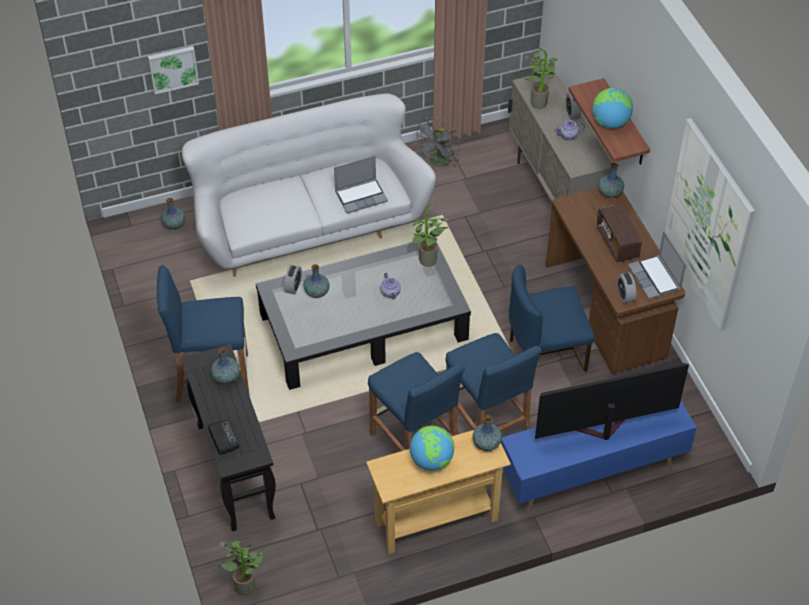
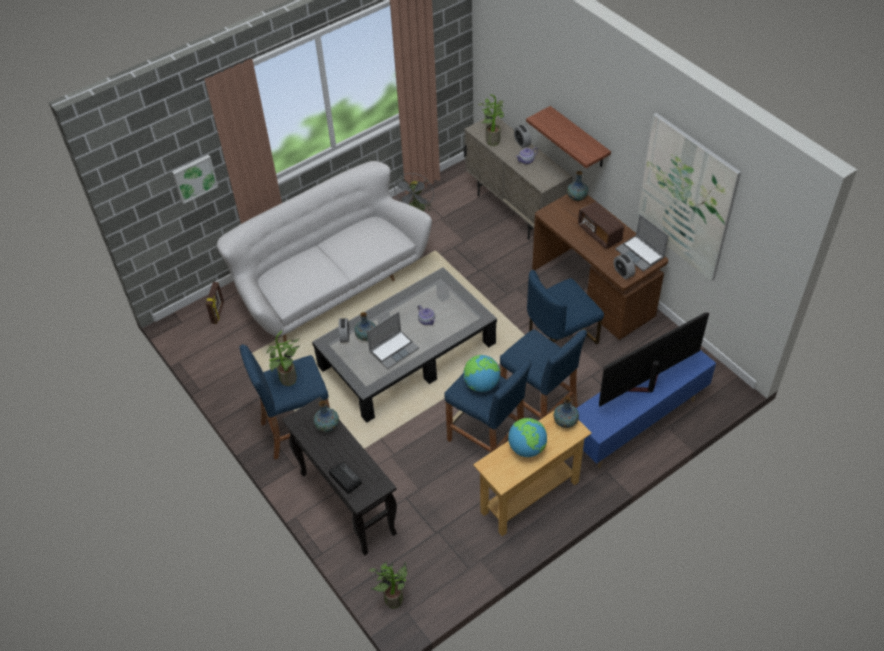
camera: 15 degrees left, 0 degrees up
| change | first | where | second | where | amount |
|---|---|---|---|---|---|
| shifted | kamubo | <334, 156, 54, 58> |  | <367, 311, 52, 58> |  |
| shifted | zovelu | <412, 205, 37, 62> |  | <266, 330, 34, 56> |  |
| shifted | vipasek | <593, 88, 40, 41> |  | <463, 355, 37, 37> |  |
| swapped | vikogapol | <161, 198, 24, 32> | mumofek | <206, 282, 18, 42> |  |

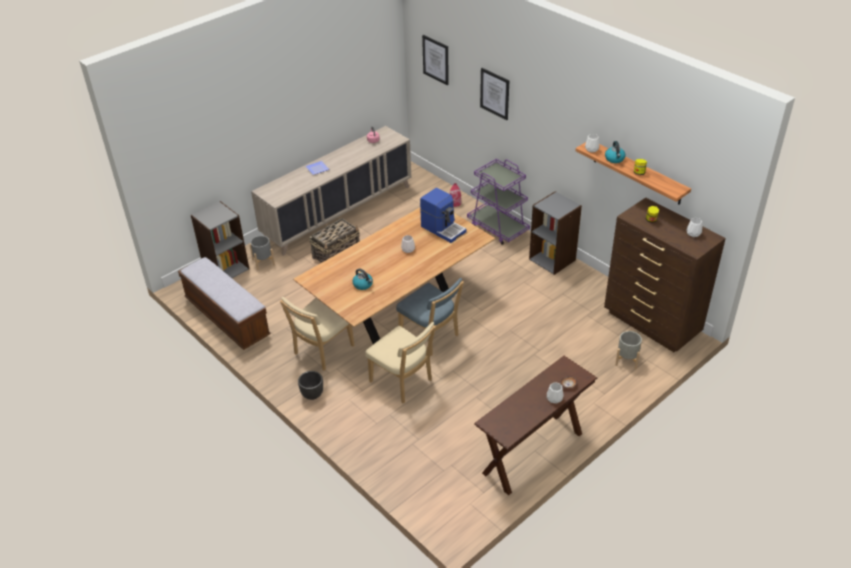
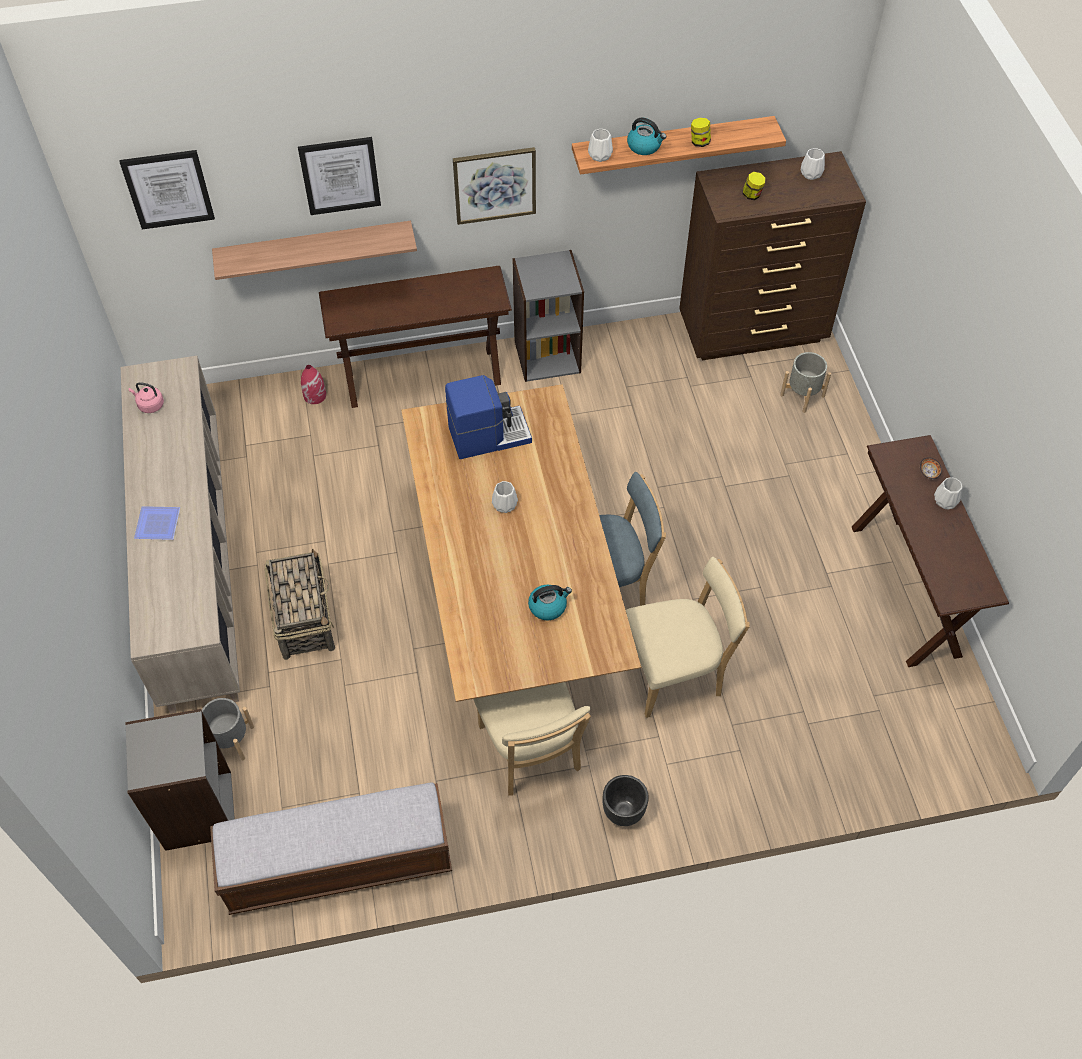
camera: 60 degrees left, 15 degrees up
| change | first | where | second | where | amount |
|---|---|---|---|---|---|
| new |  |  | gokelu | <212, 221, 205, 59> |  |
| new |  |  | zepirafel | <453, 147, 83, 78> |  |
| swapped | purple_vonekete | <467, 159, 63, 86> | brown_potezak | <319, 266, 193, 142> |  |

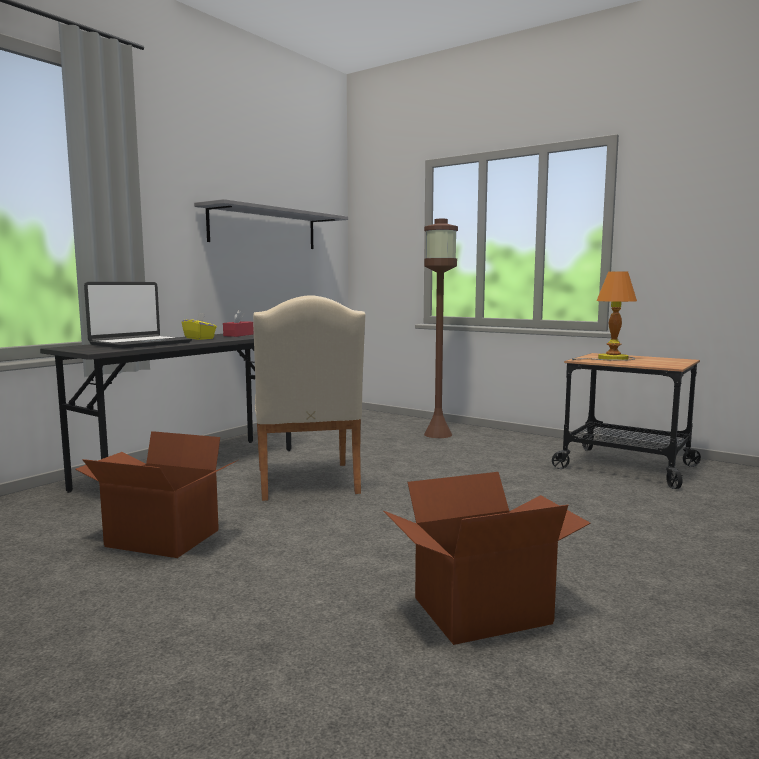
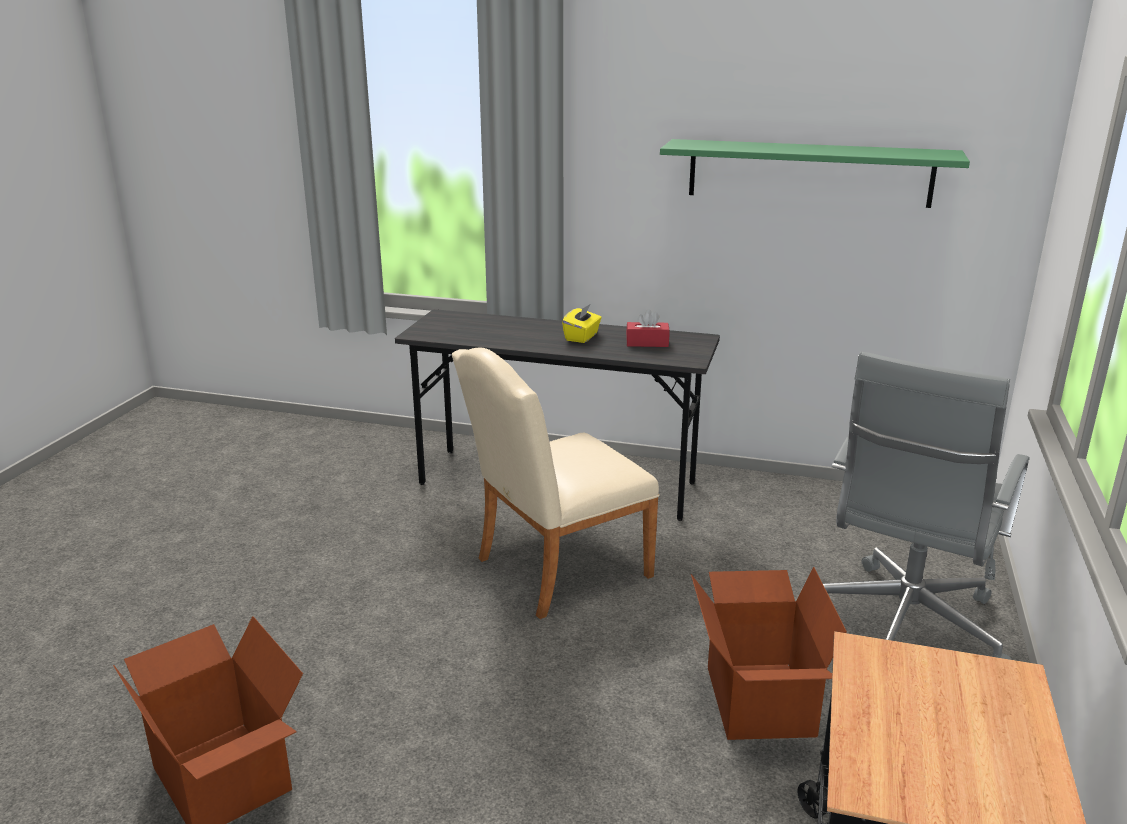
camera: 70 degrees right, 15 degrees up
| change | first | where | second | where | amount |
|---|---|---|---|---|---|
| gone | kamubo | <84, 282, 108, 67> |  |  |  |
| gone | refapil | <572, 271, 65, 90> |  |  |  |
| shifted | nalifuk | <75, 431, 163, 127> |  | <691, 567, 156, 173> |  |
| swapped | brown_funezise | <424, 219, 34, 219> | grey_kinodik | <823, 352, 207, 308> |  |
| repainted | grey_gokelu | <194, 199, 154, 50> | green_gokelu | <660, 139, 310, 69> |  |

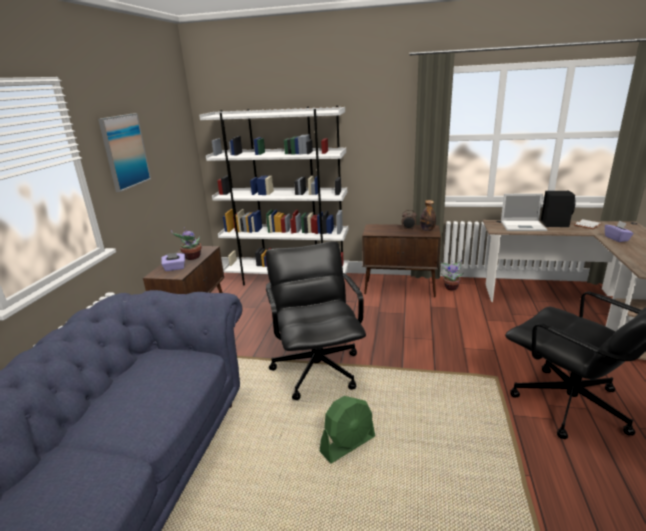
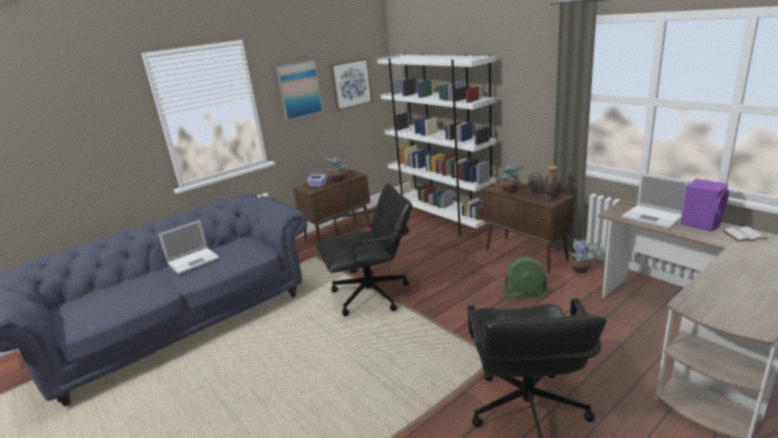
camera: 40 degrees right, 0 degrees up
| change | first | where | second | where | amount |
|---|---|---|---|---|---|
| gone | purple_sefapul | <605, 221, 29, 21> |  |  |  |
| new |  |  | kamubo | <158, 220, 62, 54> |  |
| new |  |  | zepirafel | <330, 58, 43, 53> |  |
| new |  |  | zovelu | <498, 161, 27, 32> |  |
| shifted | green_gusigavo | <320, 396, 55, 68> |  | <503, 257, 44, 41> |  |
| repainted | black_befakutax | <541, 191, 35, 36> | purple_befakutax | <680, 178, 49, 54> |  |
| rotated | black_kinodik | <266, 241, 100, 159> |  | <316, 183, 96, 133> | 45 degrees clockwise |

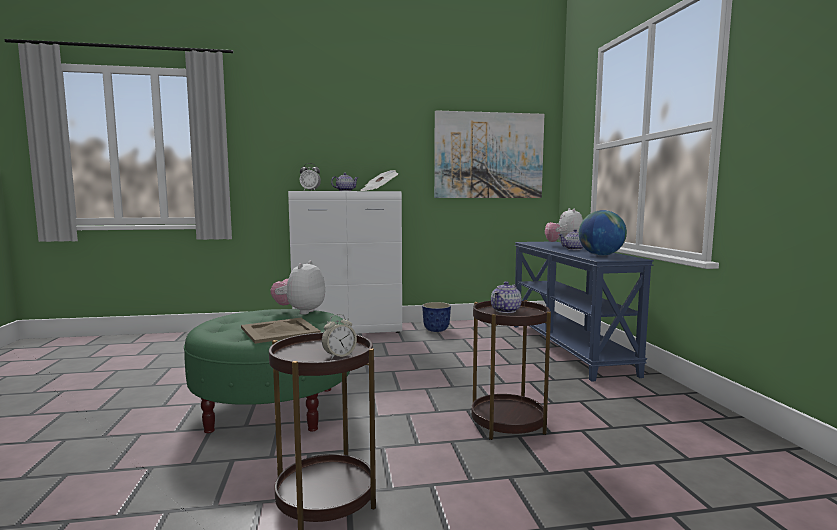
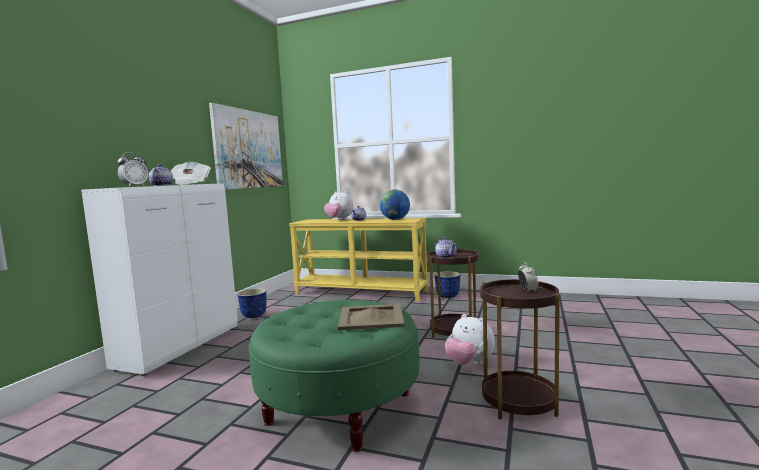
camera: 60 degrees left, 0 degrees up
| change | first | where | second | where | amount |
|---|---|---|---|---|---|
| new |  |  | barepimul | <434, 271, 26, 27> |  |
| shifted | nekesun | <271, 261, 54, 54> |  | <445, 314, 50, 51> |  |
| repainted | blue_potezak | <514, 241, 140, 141> | yellow_potezak | <289, 218, 139, 83> |  |

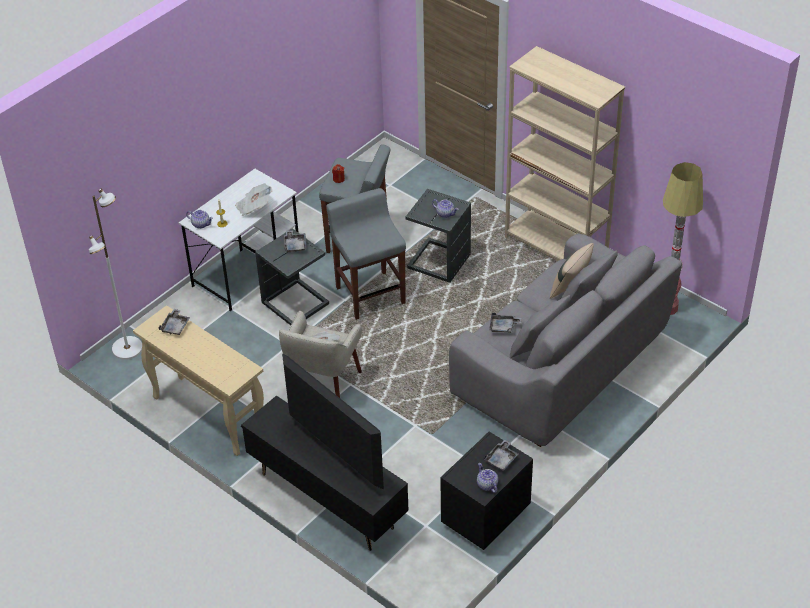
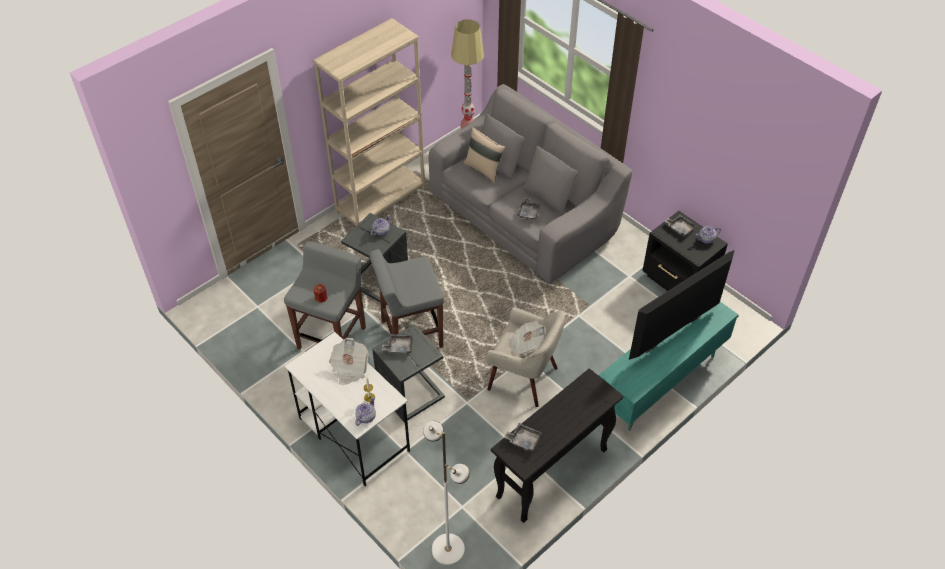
camera: 85 degrees left, 5 degrees up
| change | first | where | second | where | amount |
|---|---|---|---|---|---|
| repainted | beige_potezak | <133, 305, 131, 151> | black_potezak | <491, 368, 132, 155> |  |
| repainted | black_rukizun | <241, 396, 167, 155> | turquoise_rukizun | <599, 302, 139, 128> |  |

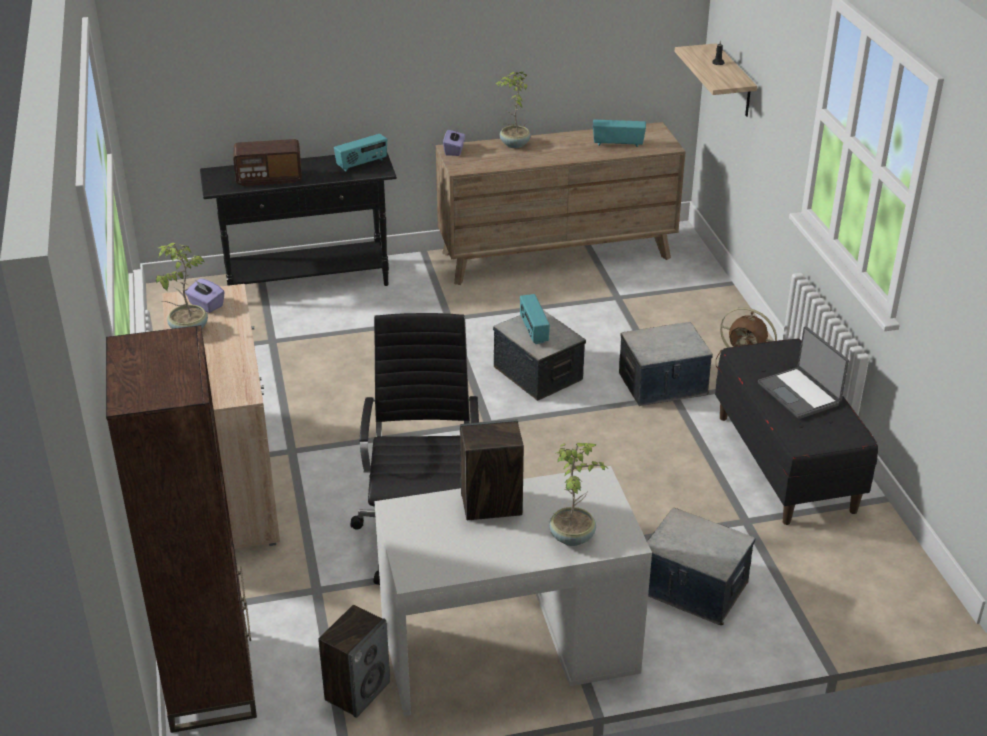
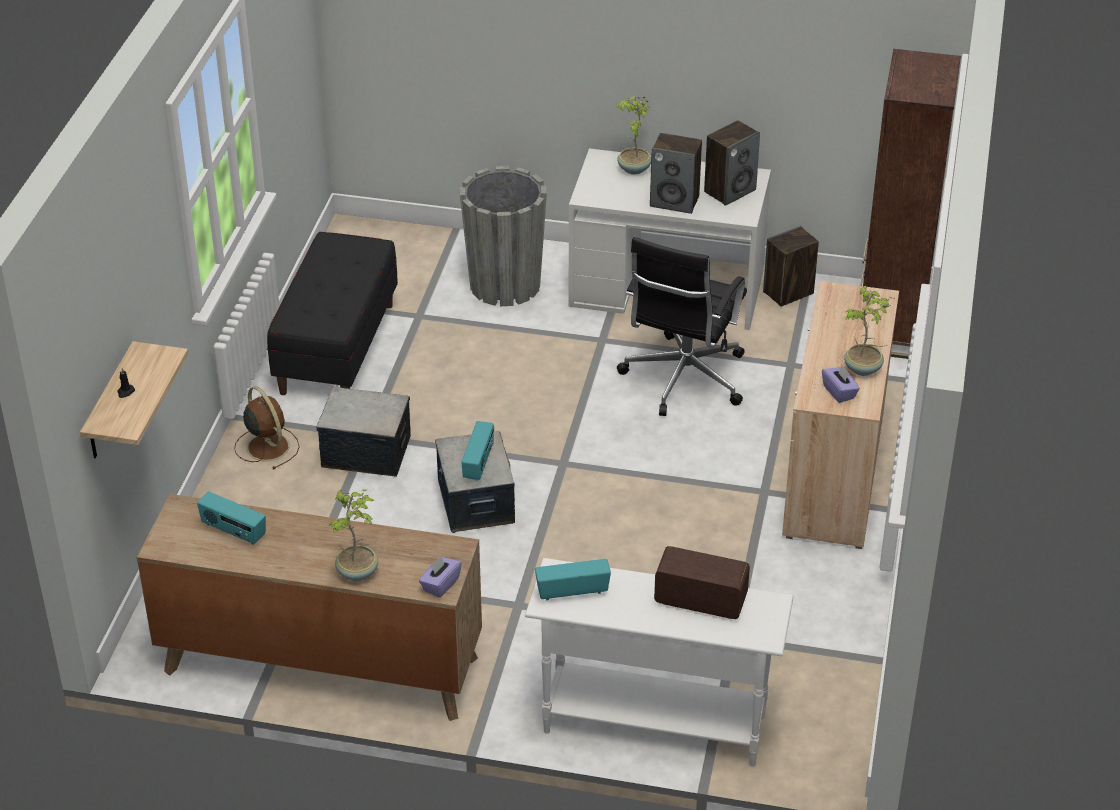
camera: 155 degrees left, 5 degrees up
| change | first | where | second | where | amount |
|---|---|---|---|---|---|
| gone | kamubo | <758, 326, 91, 93> |  |  |  |
| new |  |  | befakutax | <704, 120, 56, 86> |  |
| swapped | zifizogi | <647, 508, 109, 117> | grey_barepimul | <460, 166, 87, 140> |  |
| repainted | black_potezak | <200, 153, 197, 133> | white_potezak | <525, 558, 269, 209> |  |

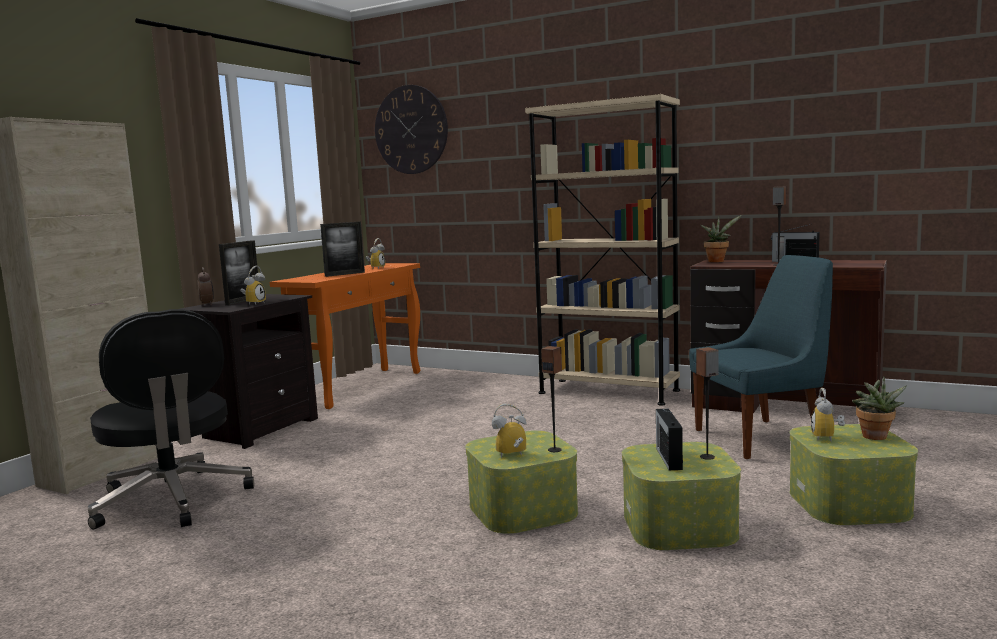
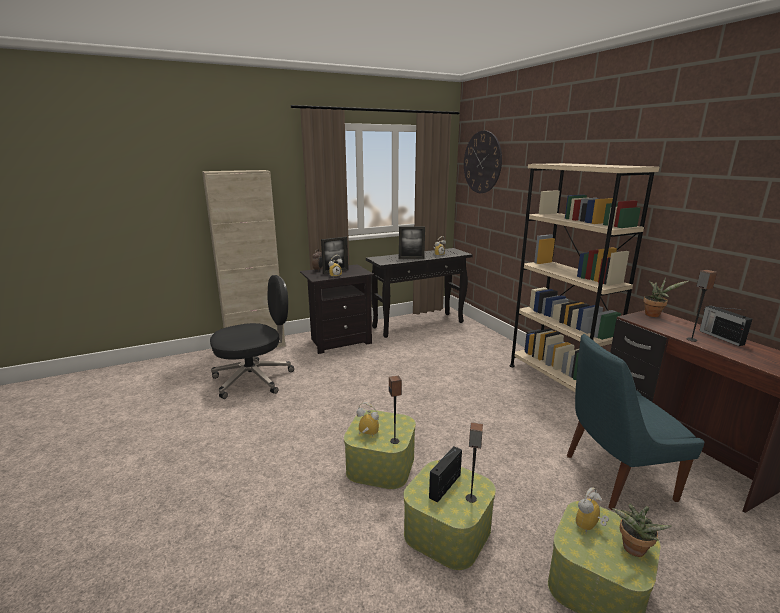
camera: 35 degrees right, 10 degrees up
| change | first | where | second | where | amount |
|---|---|---|---|---|---|
| repainted | orange_potezak | <270, 263, 150, 146> | black_potezak | <366, 248, 107, 90> |  |
| rotated | black_kinodik | <88, 309, 166, 221> |  | <210, 275, 84, 124> | 120 degrees counterclockwise |
| rotated | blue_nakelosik | <689, 255, 144, 204> |  | <567, 334, 138, 176> | 150 degrees clockwise |

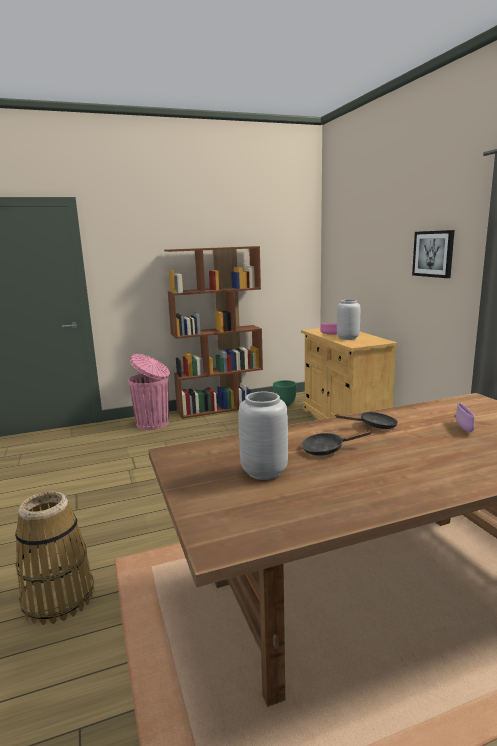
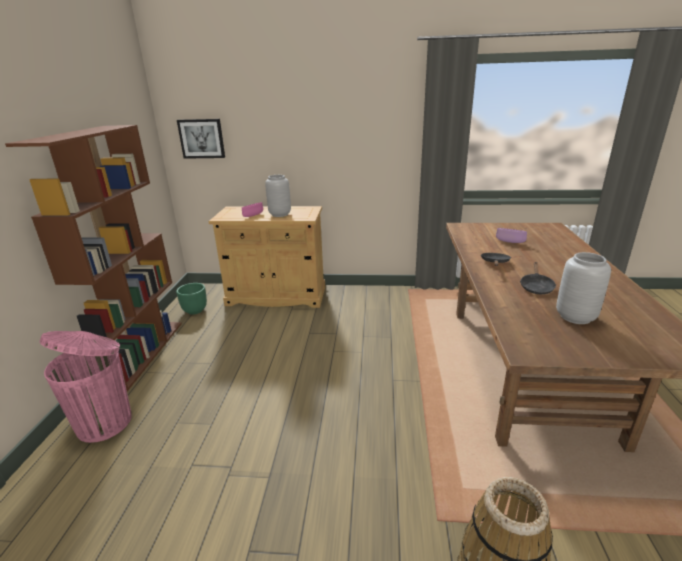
camera: 65 degrees left, 10 degrees up
| change | first | where | second | where | amount |
|---|---|---|---|---|---|
| shifted | zepirafel | <412, 230, 42, 48> |  | <177, 119, 48, 40> |  |

